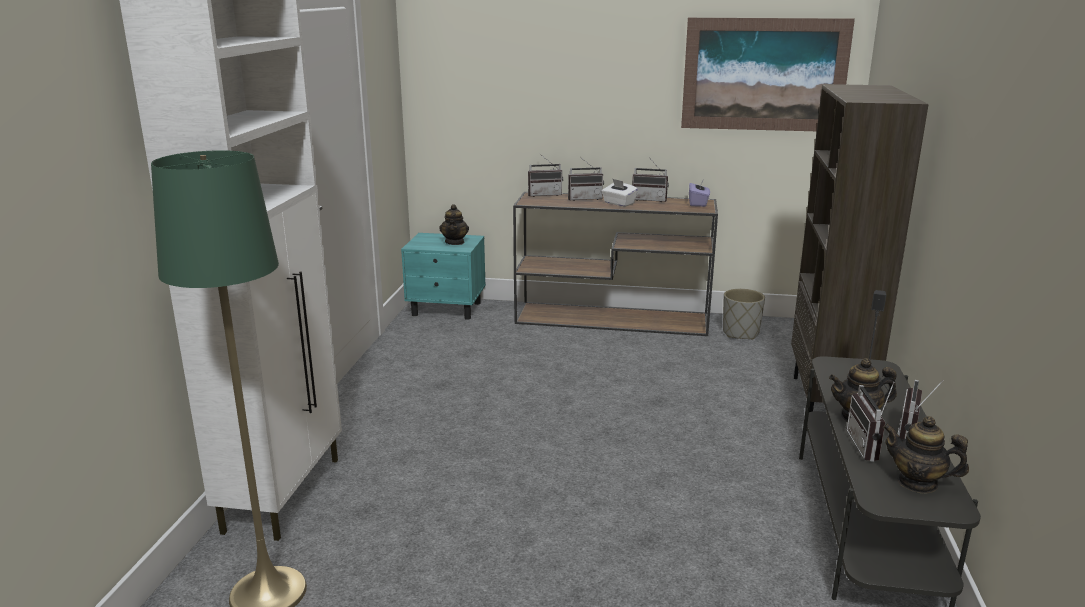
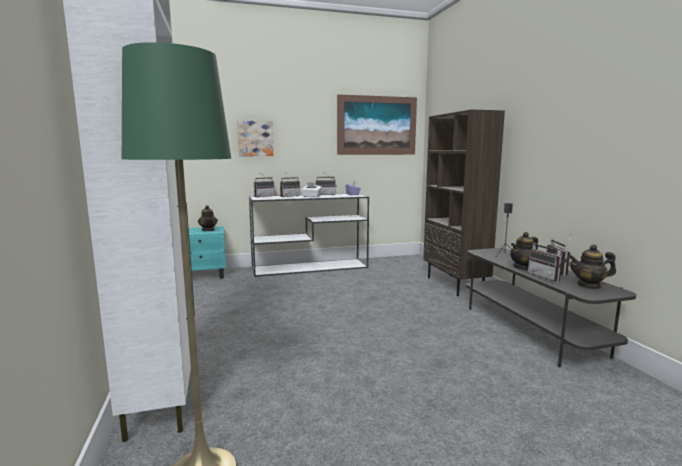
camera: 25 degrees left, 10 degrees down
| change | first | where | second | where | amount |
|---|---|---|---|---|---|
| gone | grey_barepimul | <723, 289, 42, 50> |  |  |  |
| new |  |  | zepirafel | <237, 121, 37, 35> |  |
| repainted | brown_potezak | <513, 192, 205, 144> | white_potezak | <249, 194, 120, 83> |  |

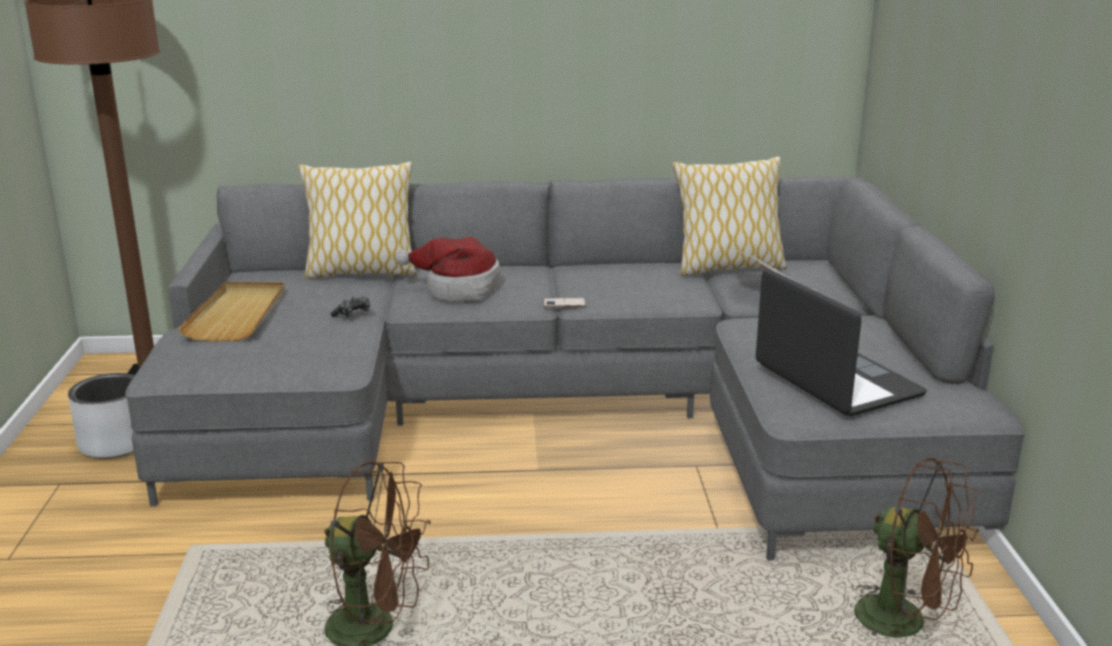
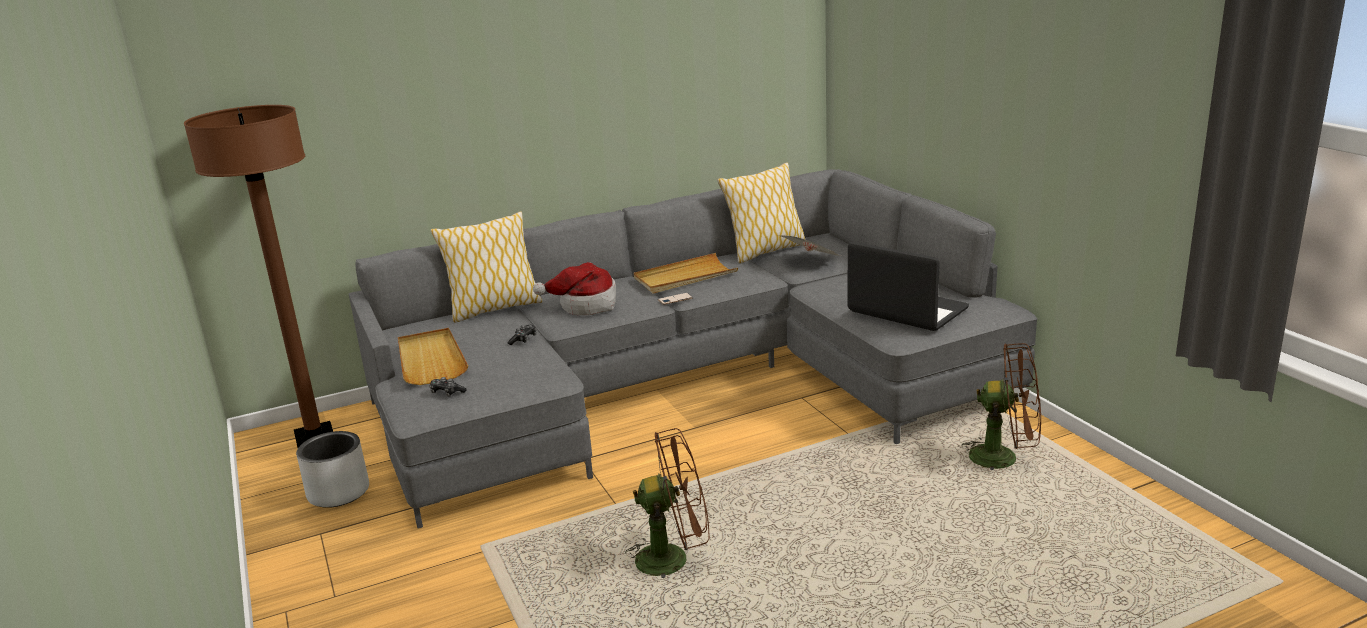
camera: 20 degrees left, 0 degrees up
| change | first | where | second | where | amount |
|---|---|---|---|---|---|
| new |  |  | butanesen | <430, 377, 37, 19> |  |
| new |  |  | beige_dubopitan | <634, 253, 104, 41> |  |

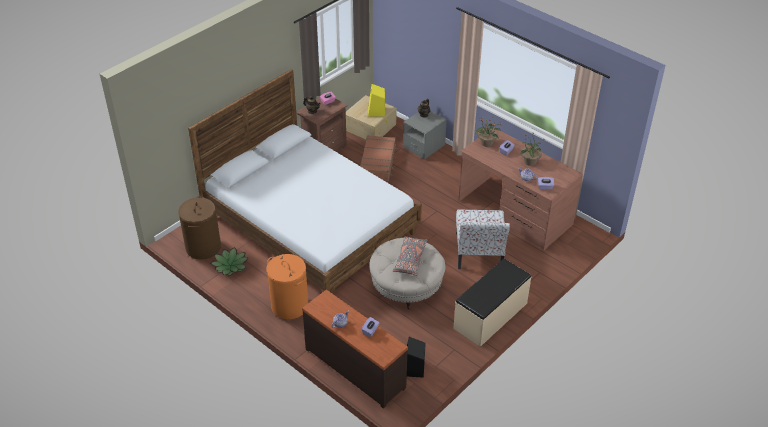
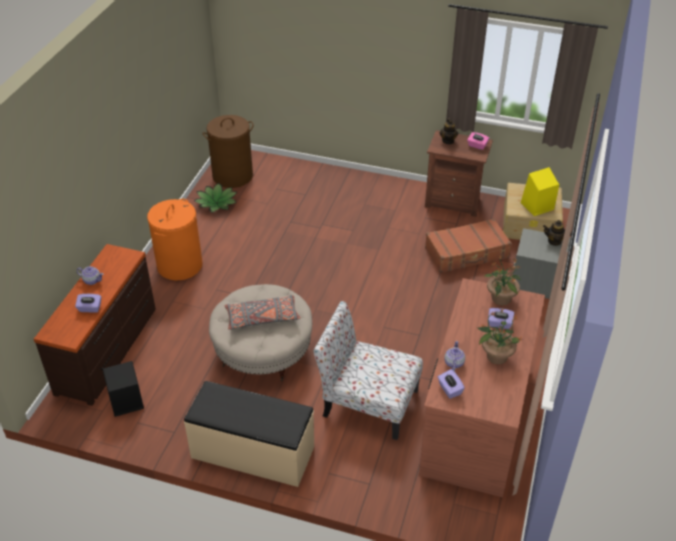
camera: 65 degrees right, 0 degrees up
| change | first | where | second | where | amount |
|---|---|---|---|---|---|
| gone | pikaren | <188, 69, 234, 226> |  |  |  |
| rotated | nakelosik | <456, 209, 54, 60> |  | <313, 301, 110, 139> | 45 degrees clockwise |

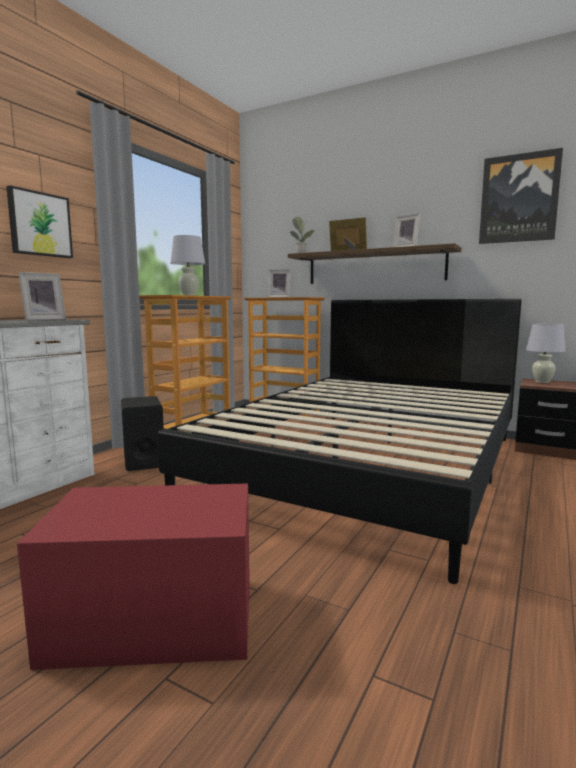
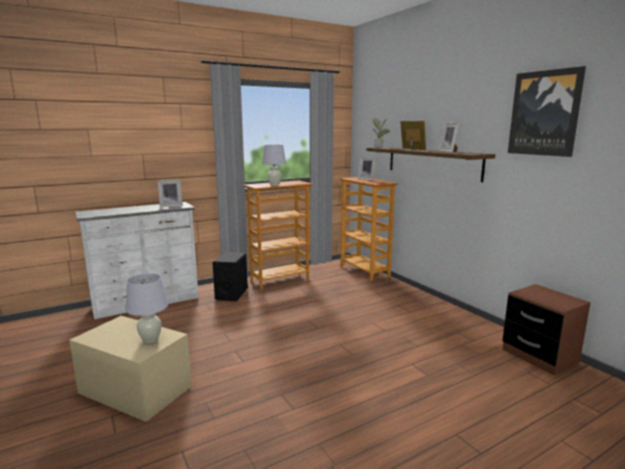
camera: 30 degrees right, 5 degrees up
| change | first | where | second | where | amount |
|---|---|---|---|---|---|
| gone | zepirafel | <6, 185, 67, 73> |  |  |  |
| gone | black_pikaren | <157, 299, 365, 285> |  |  |  |
| shifted | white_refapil | <526, 324, 40, 59> |  | <126, 273, 42, 70> |  |
| repainted | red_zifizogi | <17, 483, 233, 187> | beige_zifizogi | <69, 316, 123, 106> |  |

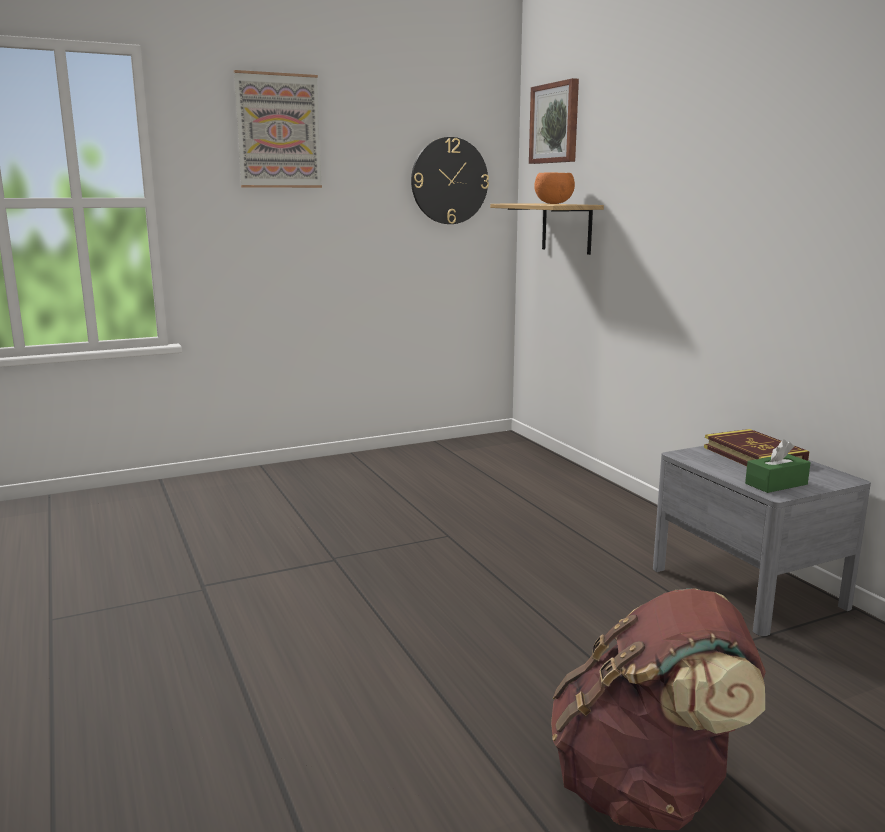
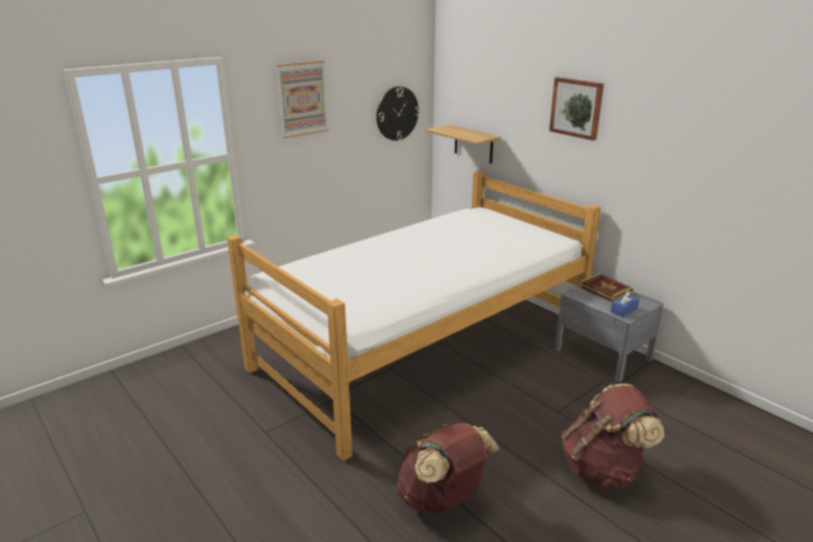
camera: 15 degrees left, 10 degrees up
| change | first | where | second | where | amount |
|---|---|---|---|---|---|
| gone | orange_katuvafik | <534, 172, 41, 32> |  |  |  |
| new |  |  | pikaren | <227, 171, 374, 290> |  |
| new |  |  | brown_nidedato | <396, 423, 103, 90> |  |
| shifted | zepirafel | <529, 78, 50, 86> |  | <549, 77, 55, 64> |  |
| repainted | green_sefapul | <745, 439, 66, 54> | blue_sefapul | <611, 291, 29, 26> |  |

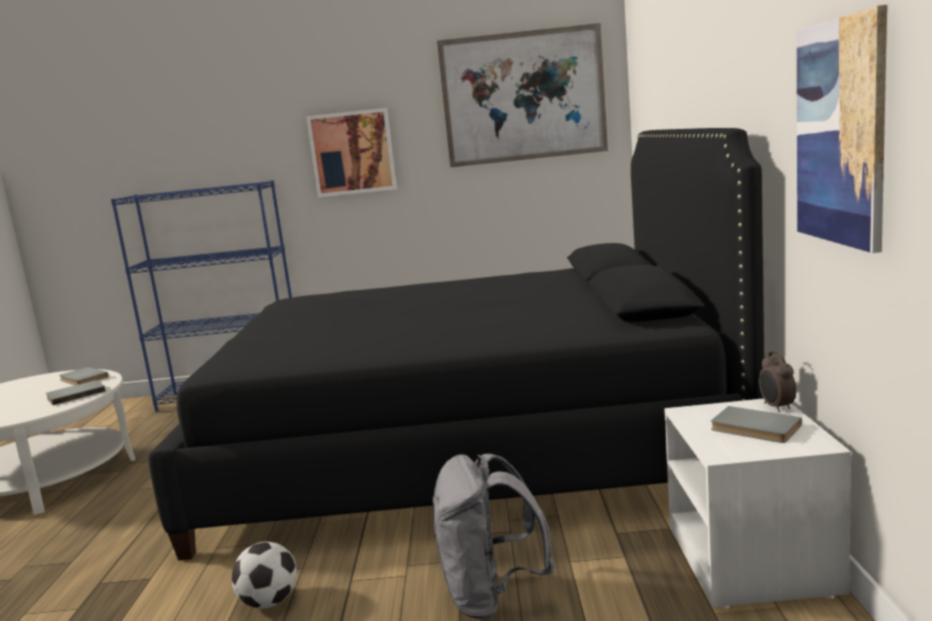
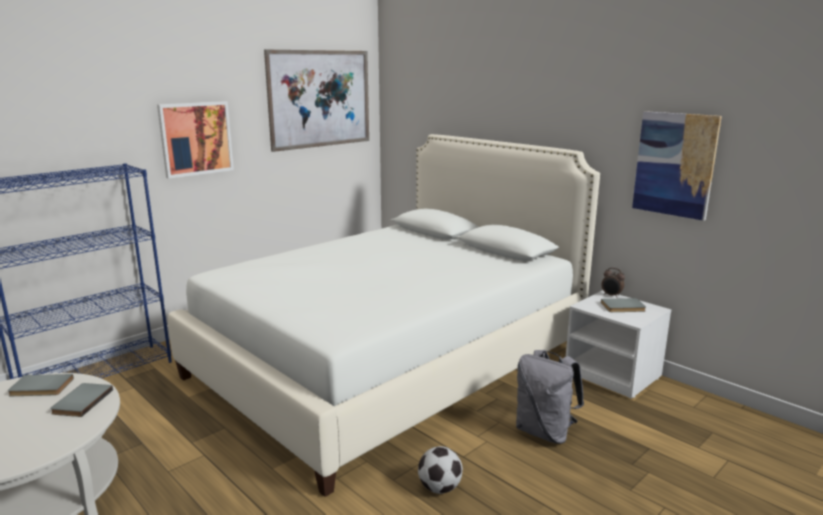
camera: 45 degrees left, 5 degrees up
| change | first | where | second | where | amount |
|---|---|---|---|---|---|
| repainted | black_pikaren | <149, 128, 615, 433> | white_pikaren | <168, 134, 432, 363> |  |

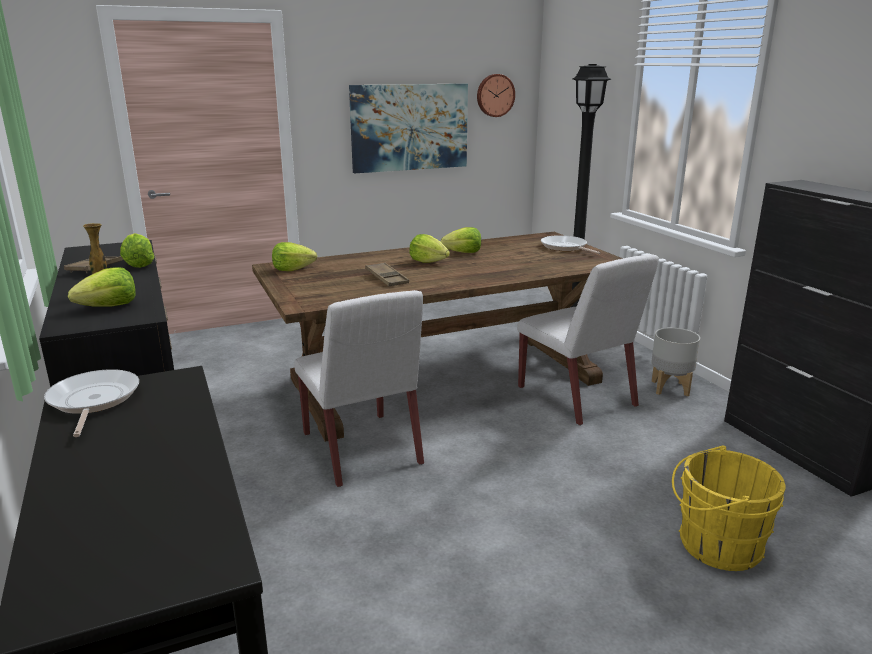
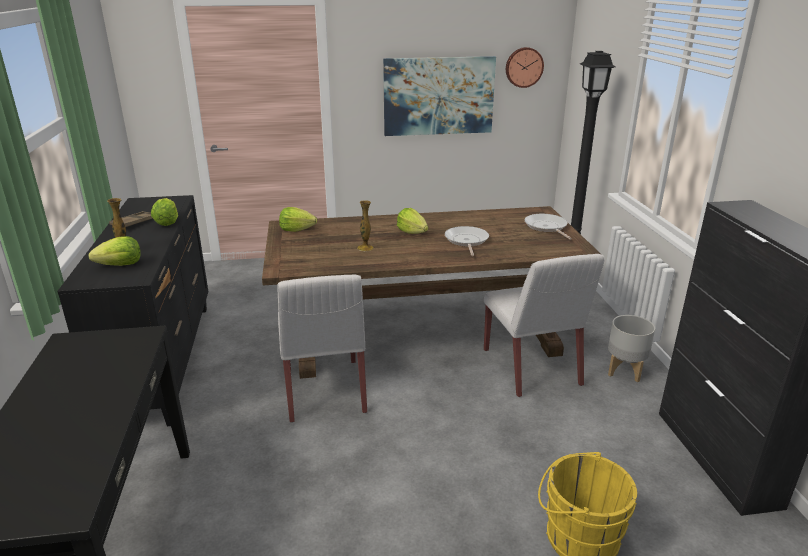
camera: 15 degrees right, 5 degrees up
| change | first | where | second | where | amount |
|---|---|---|---|---|---|
| gone | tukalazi | <441, 227, 40, 26> |  |  |  |
| shifted | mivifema | <44, 369, 95, 68> |  | <445, 226, 44, 30> |  |
| swapped | brown_dubopitan | <365, 262, 44, 24> | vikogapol | <357, 201, 17, 50> |  |

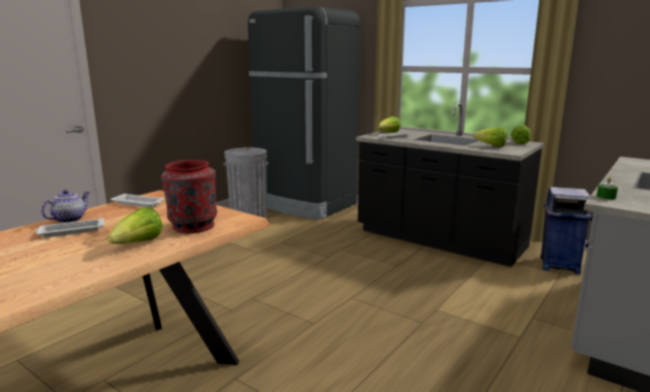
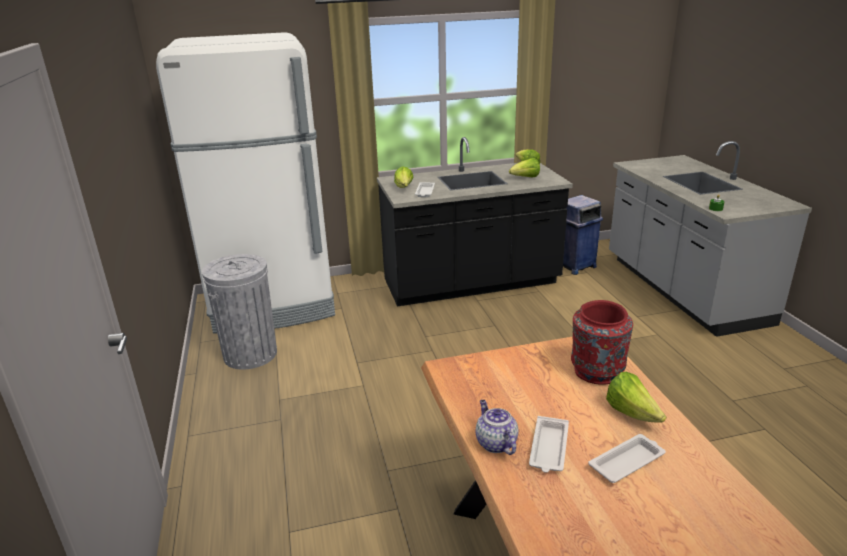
camera: 50 degrees left, 10 degrees up
| change | first | where | second | where | amount |
|---|---|---|---|---|---|
| shifted | white_dubopitan | <111, 193, 53, 15> |  | <588, 434, 78, 49> |  |
| repainted | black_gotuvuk | <248, 6, 112, 214> | white_gotuvuk | <156, 32, 179, 302> |  |

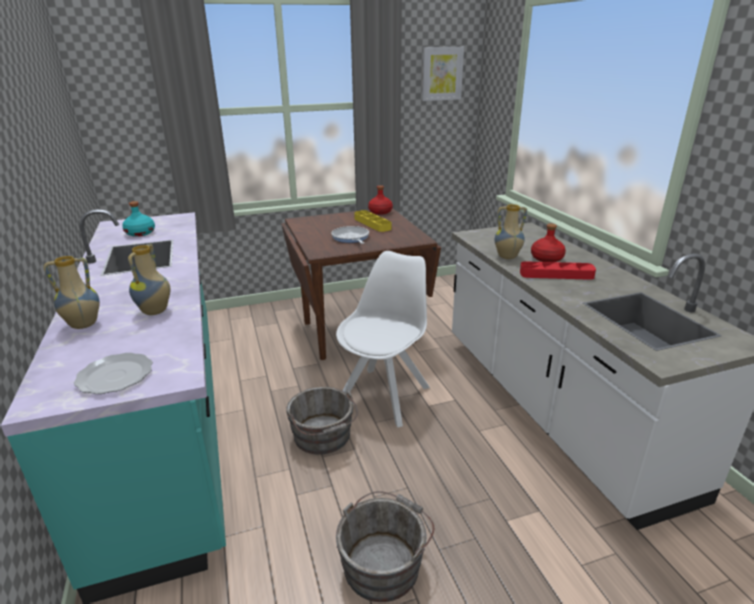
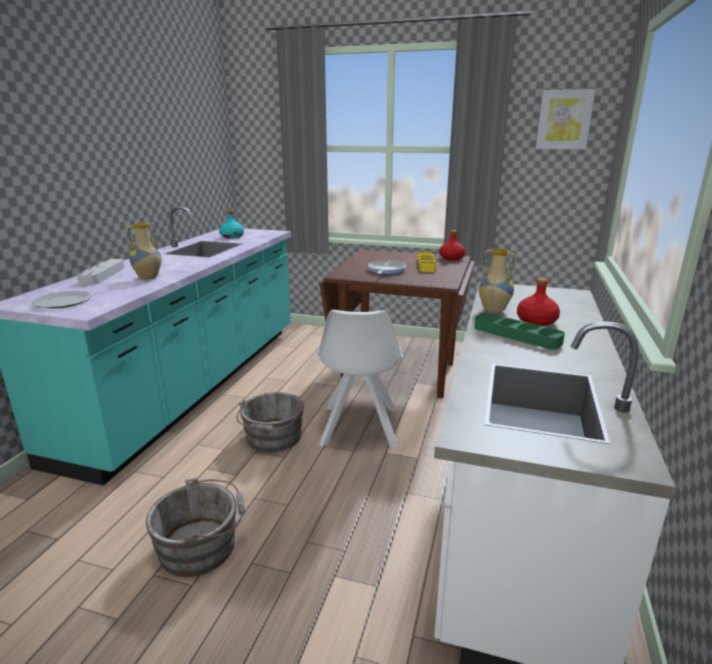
camera: 35 degrees right, 5 degrees down
| change | first | where | second | where | amount |
|---|---|---|---|---|---|
| swapped | vikogapol | <43, 256, 57, 73> | grey_dubopitan | <77, 259, 48, 26> |  |
| repainted | red_dubopitan | <520, 261, 76, 19> | green_dubopitan | <474, 313, 91, 37> |  |
| rotated | white_nakelosik | <336, 251, 94, 177> |  | <317, 310, 86, 139> | 120 degrees clockwise |

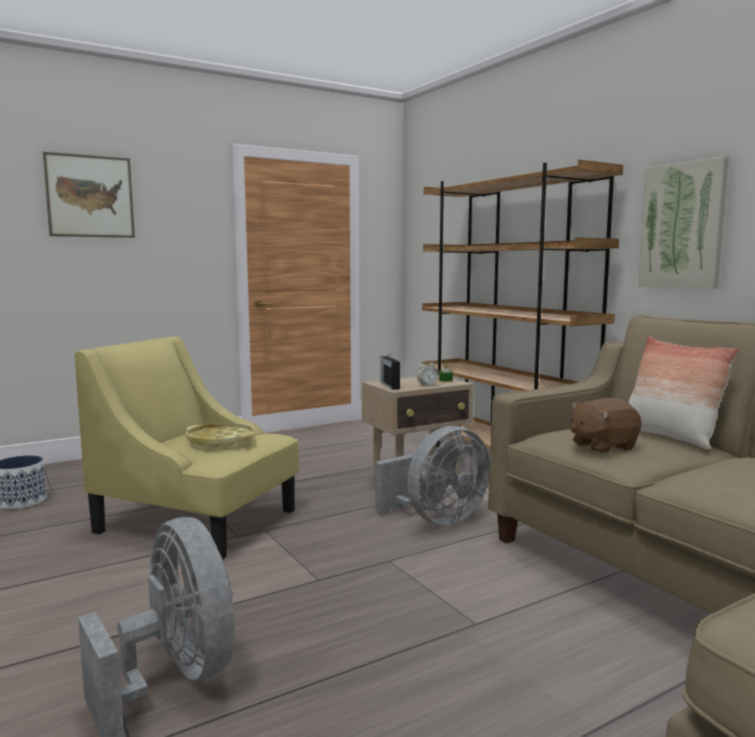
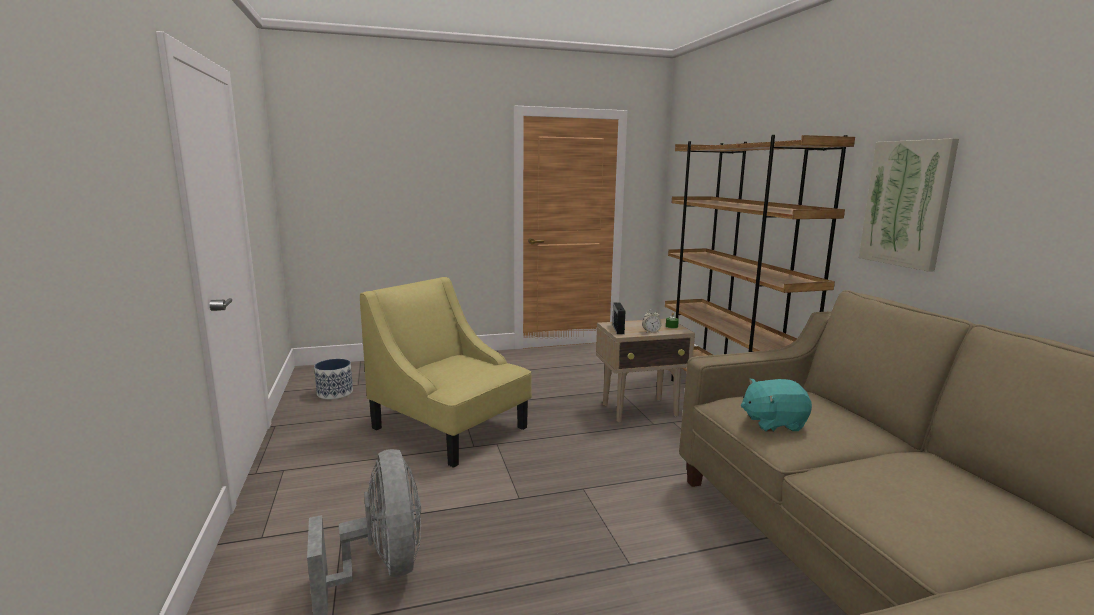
camera: 15 degrees right, 5 degrees up
| change | first | where | second | where | amount |
|---|---|---|---|---|---|
| gone | zepirafel | <43, 152, 92, 86> |  |  |  |
| gone | yellow_dubopitan | <186, 423, 69, 24> |  |  |  |
| gone | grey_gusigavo | <375, 426, 115, 99> |  |  |  |
| gone | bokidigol | <628, 336, 111, 114> |  |  |  |
| repainted | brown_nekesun | <570, 398, 72, 55> | turquoise_nekesun | <741, 379, 71, 53> |  |

